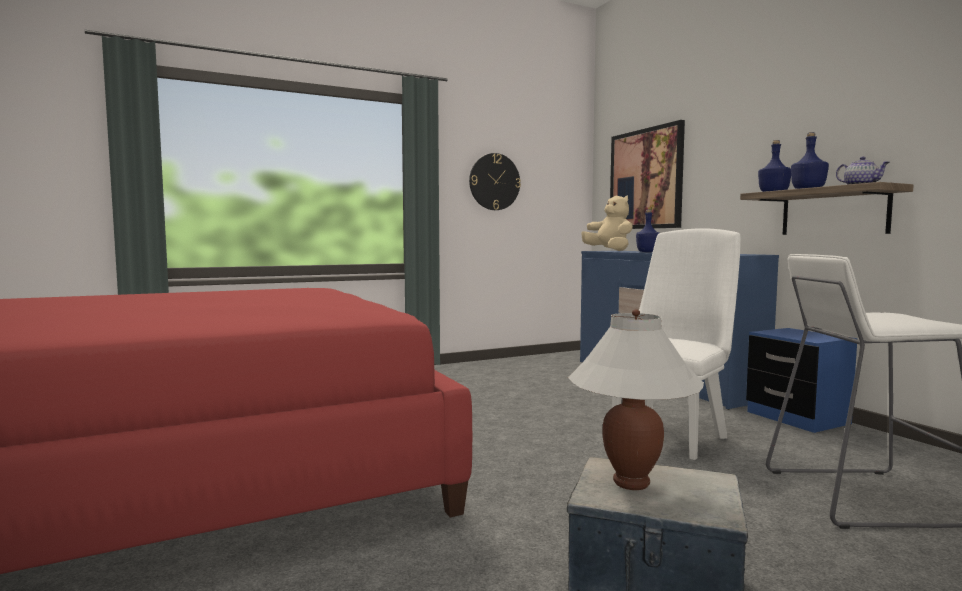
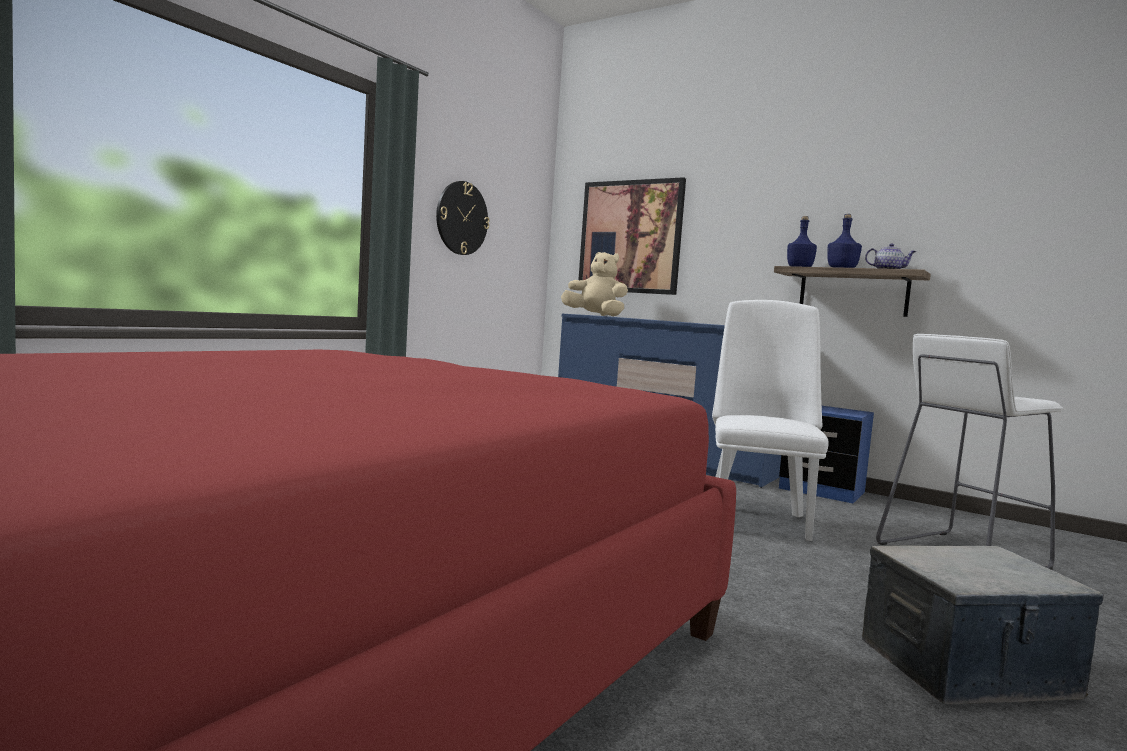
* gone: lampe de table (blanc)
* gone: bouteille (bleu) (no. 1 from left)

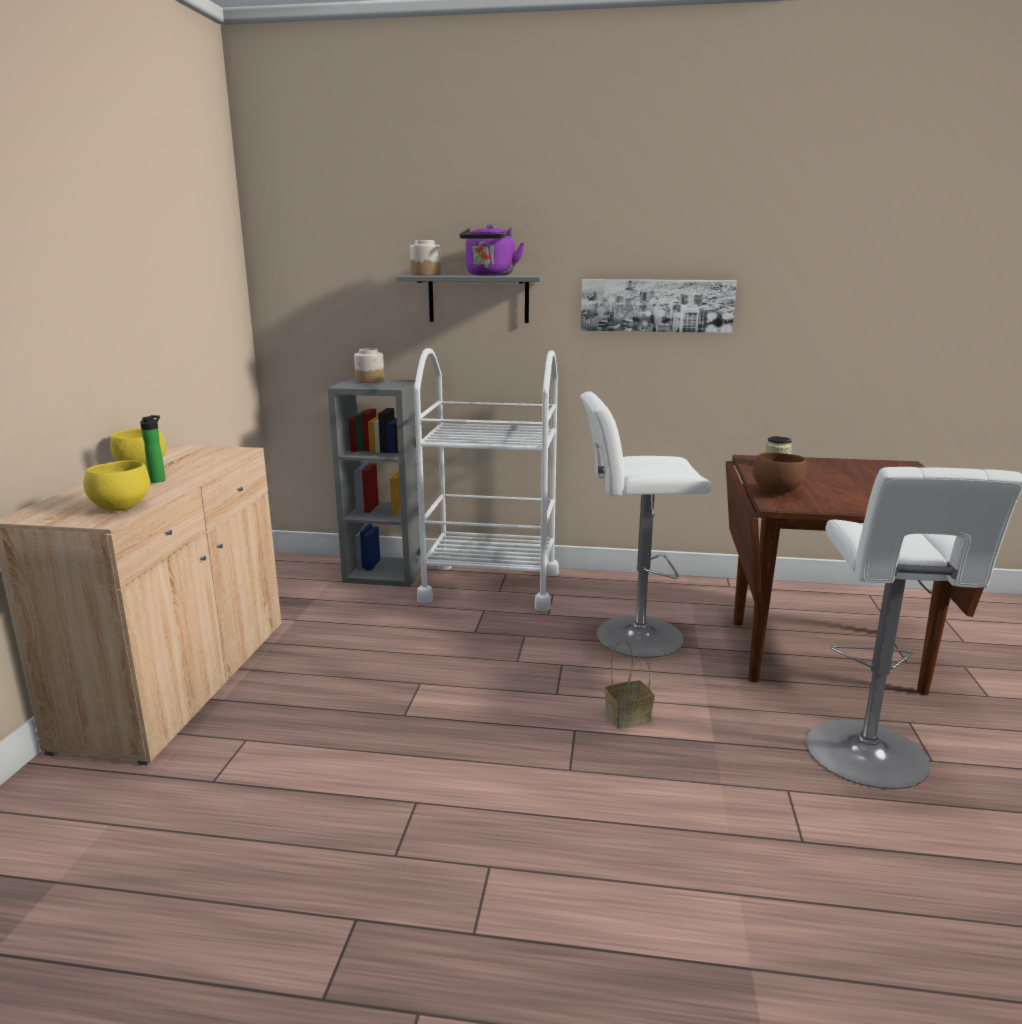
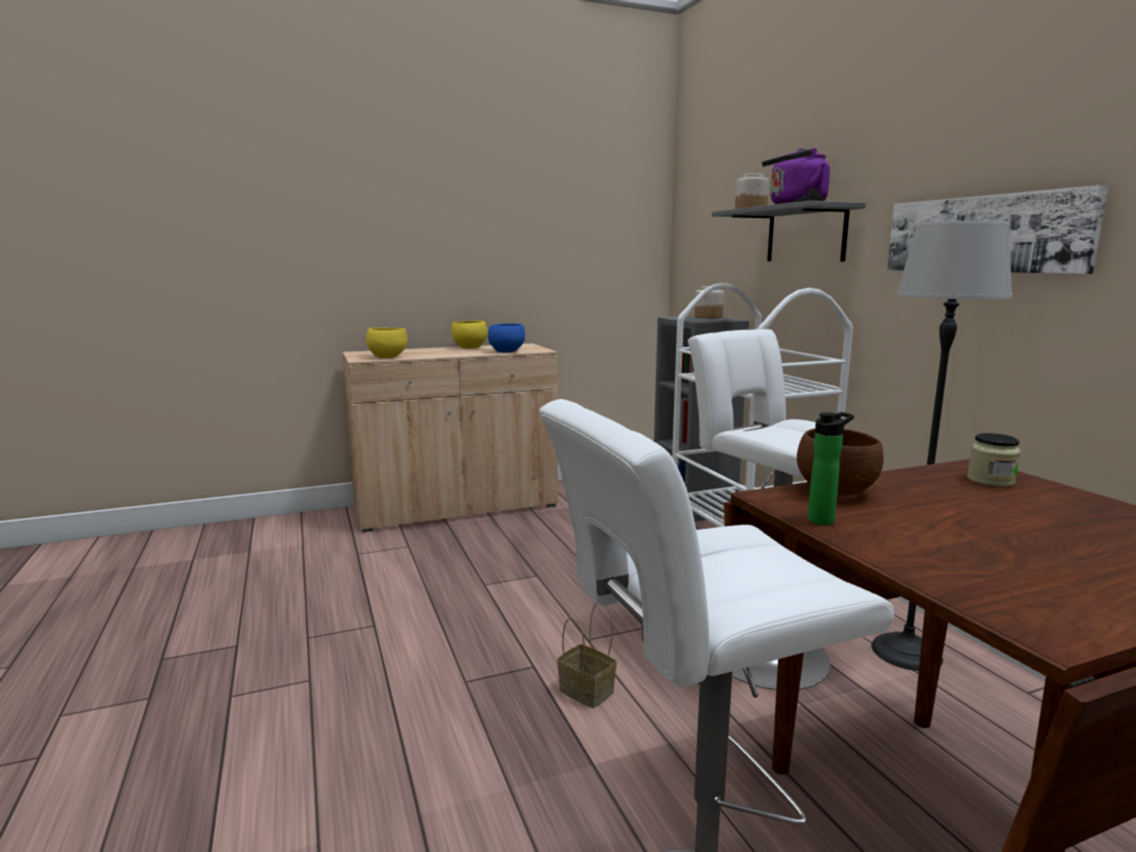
* new: bol (bleu)
* shifted: bouteille
* new: lampadaire

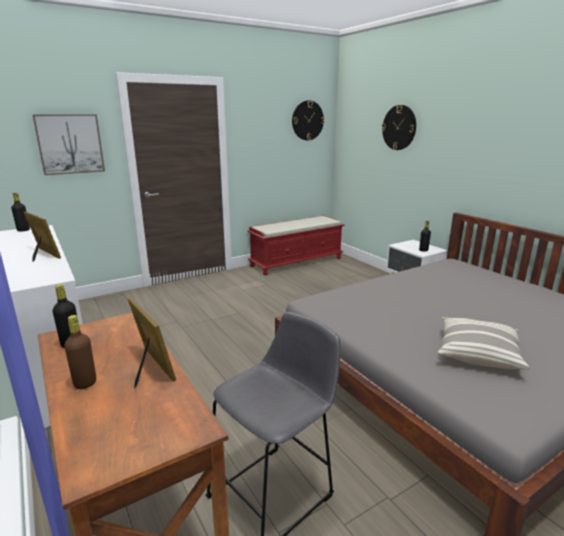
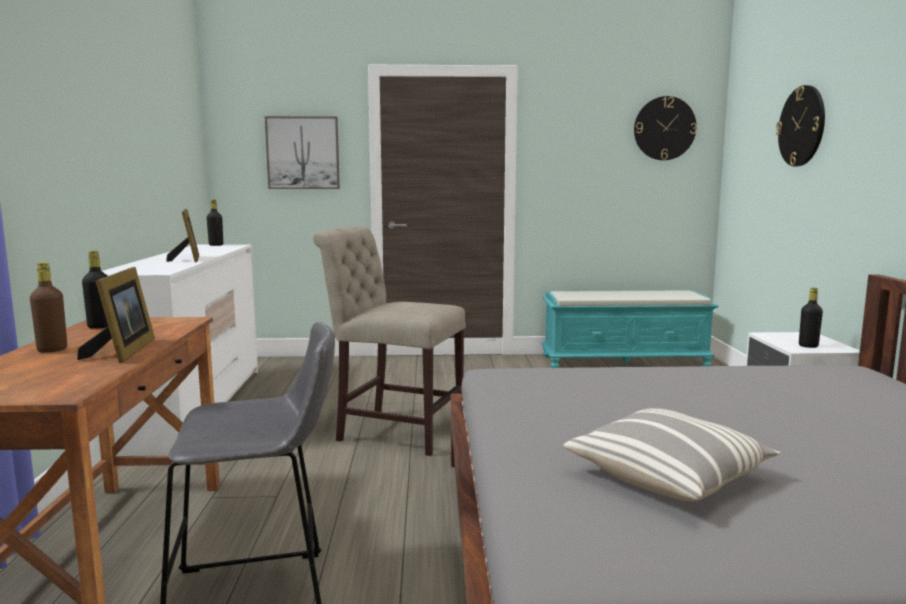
* new: chaise (beige)
* repainted: banc (rouge) to banc (turquoise)

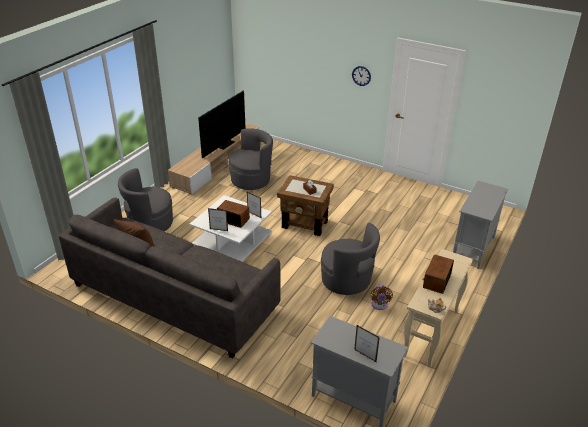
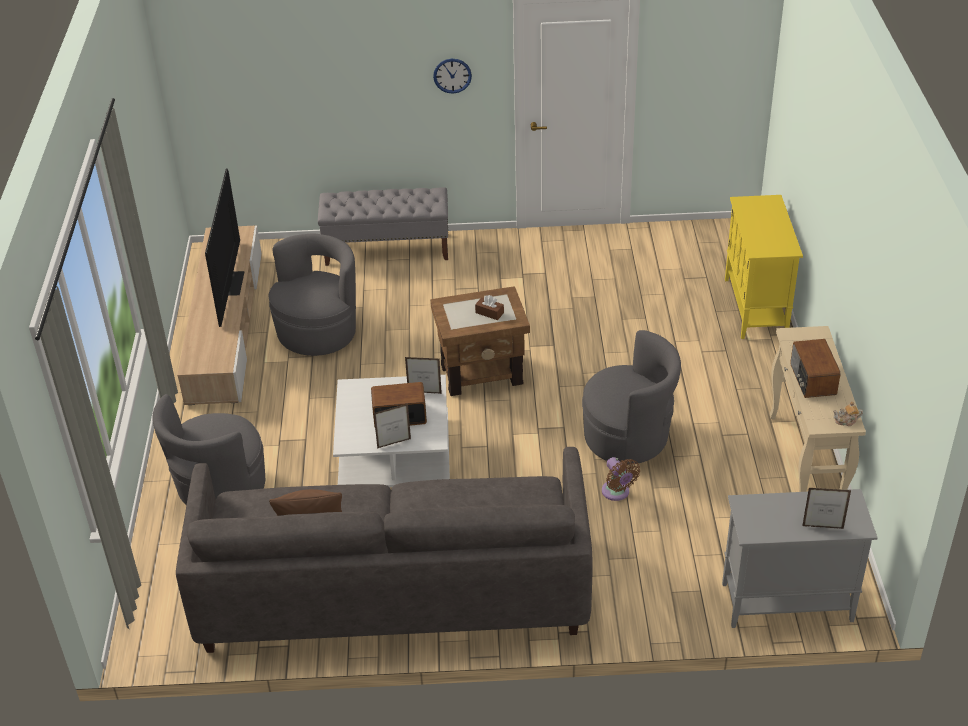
* new: banc (gris)
* shifted: ventilateur (marron)
* repainted: meuble de rangement (gris) (no. 2 from left) to meuble de rangement (jaune)

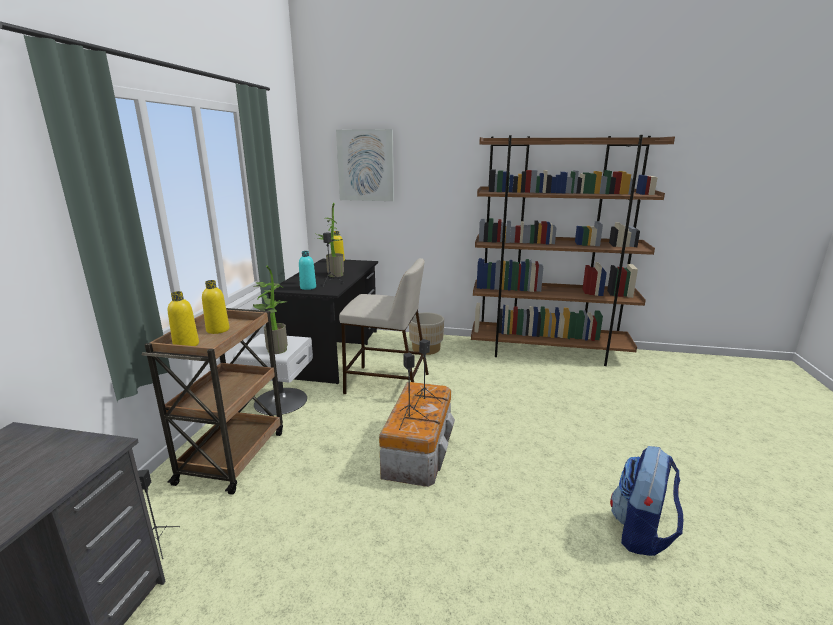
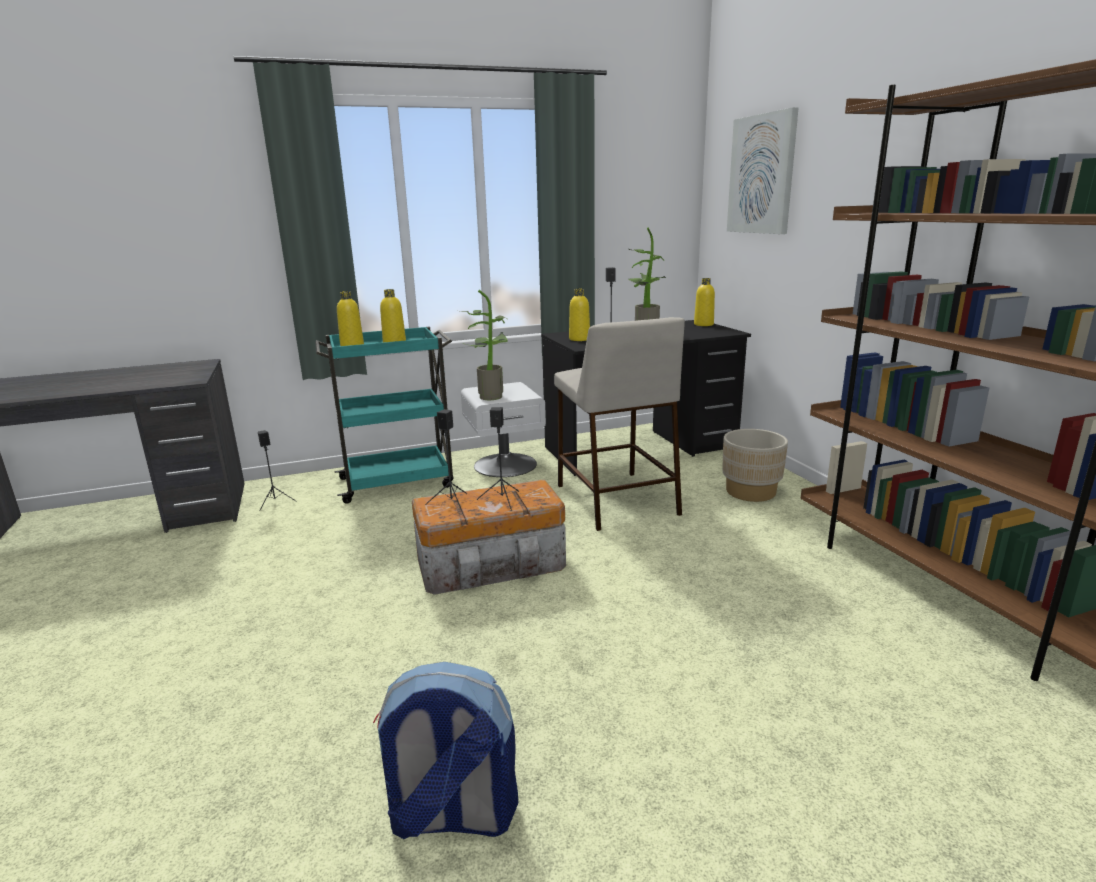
* repainted: chariot (marron) to chariot (turquoise)
* repainted: bouteille (turquoise) to bouteille (jaune) (no. 3 from left)

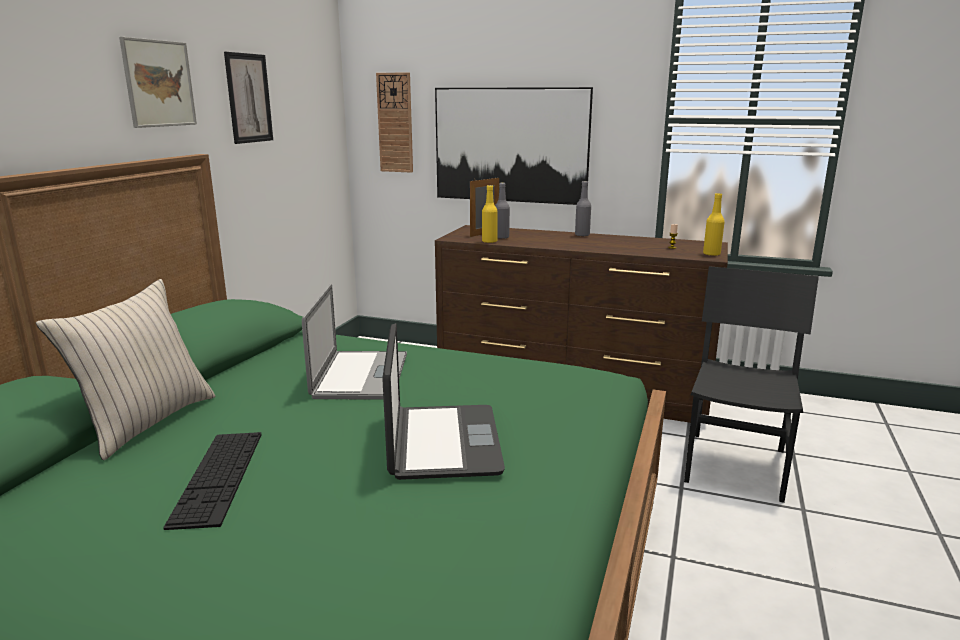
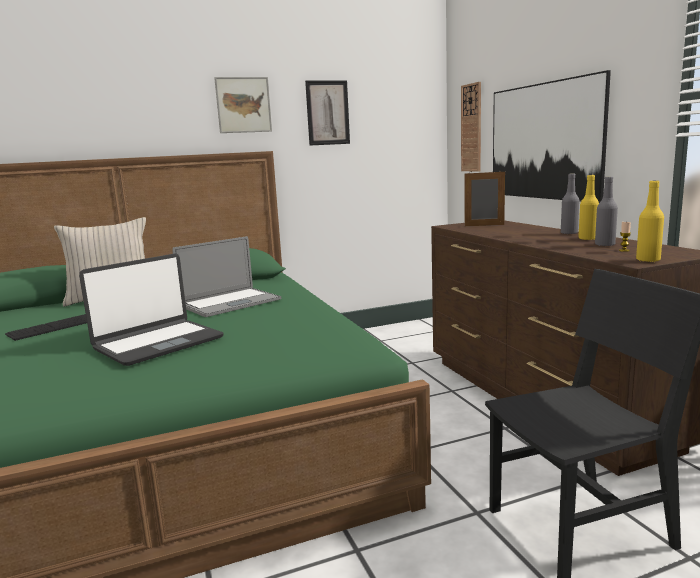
* shifted: bouteille (jaune) (no. 1 from left)
* shifted: bouteille (gris) (no. 1 from left in the first image) to bouteille (gris) (no. 2 from left)

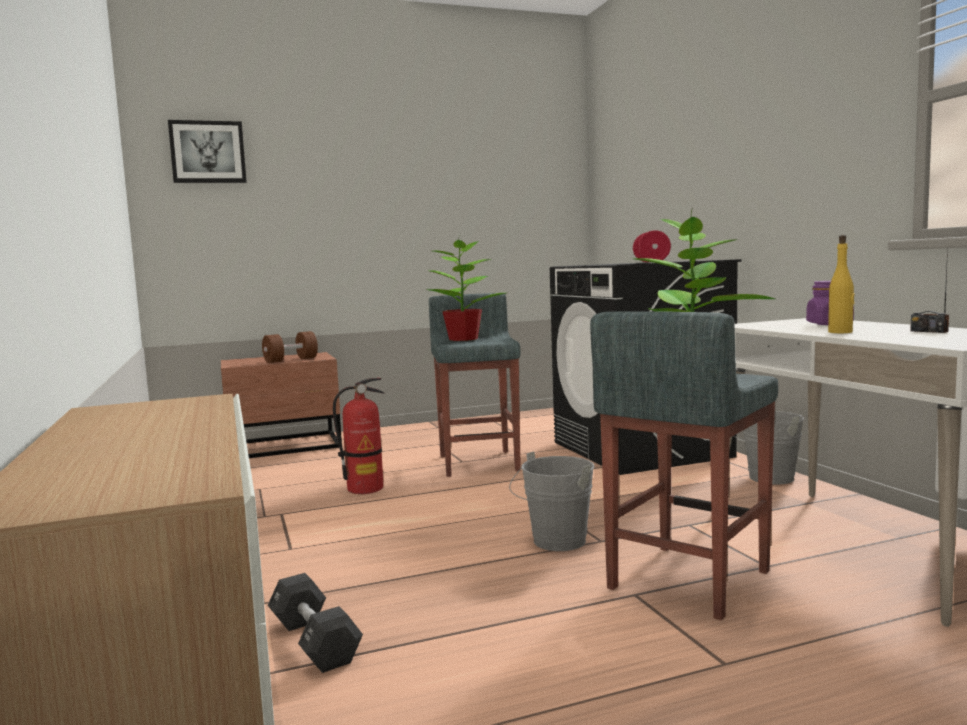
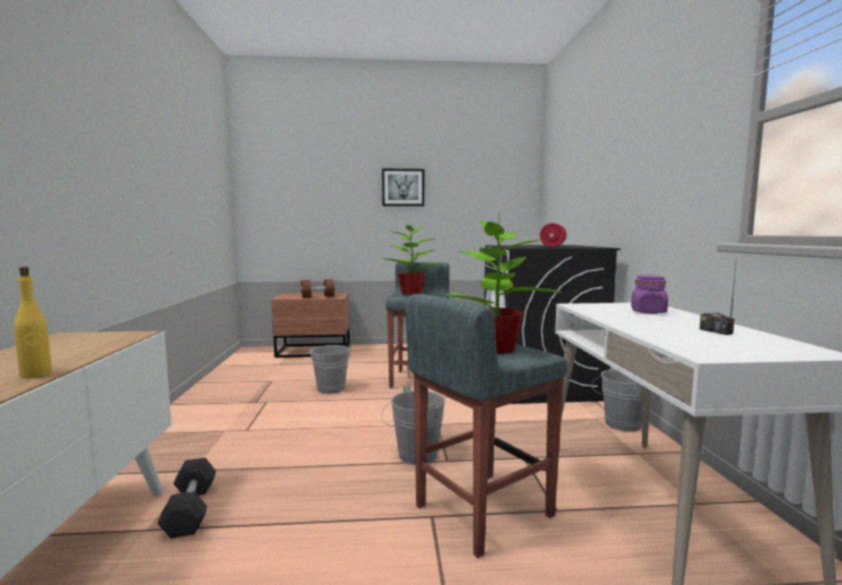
* shifted: bouteille (jaune)
* swapped: extincteur to seau (gris) (no. 1 from left)
* shifted: tableau

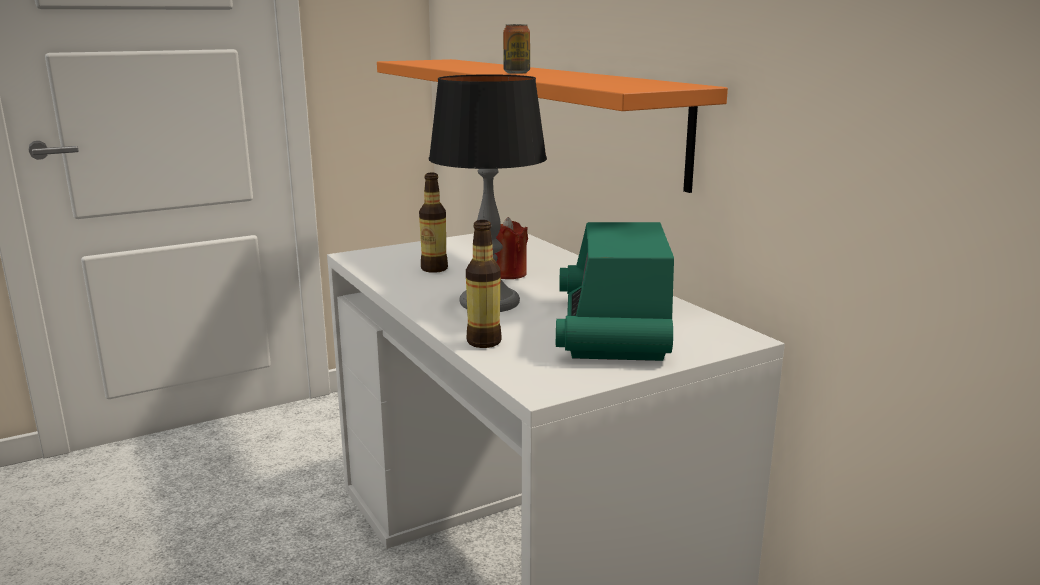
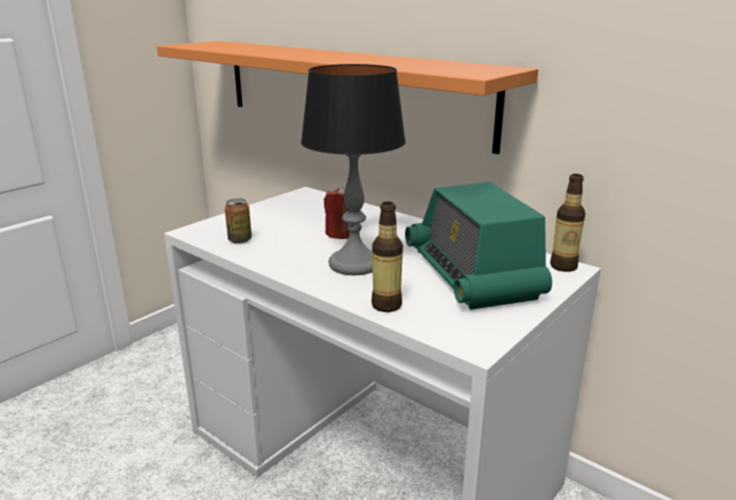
* shifted: boîte métallique
* shifted: bouteille (no. 1 from left in the first image) to bouteille (no. 2 from left)

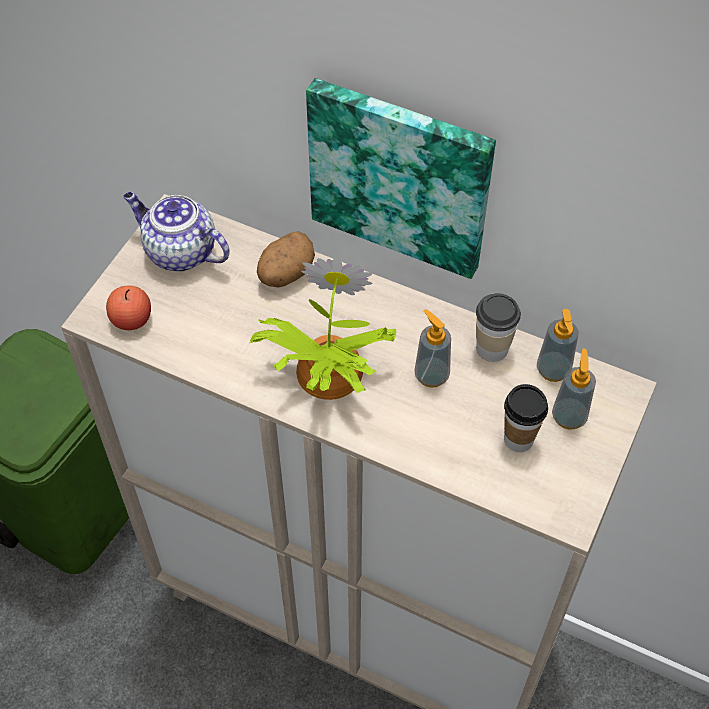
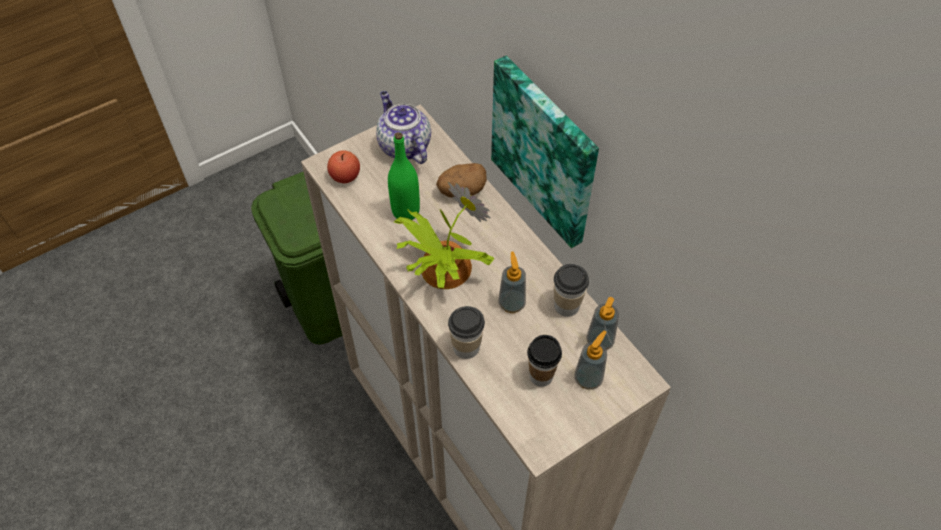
* new: bouteille (vert)
* new: tasse (no. 1 from left)

